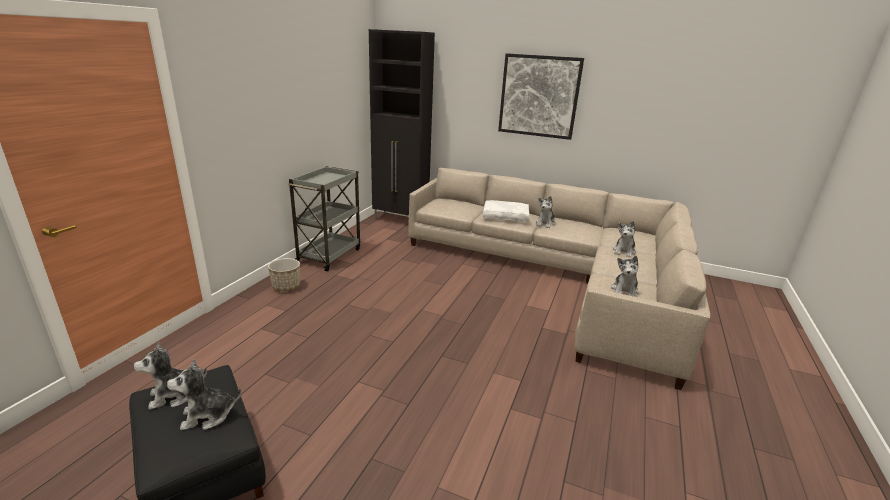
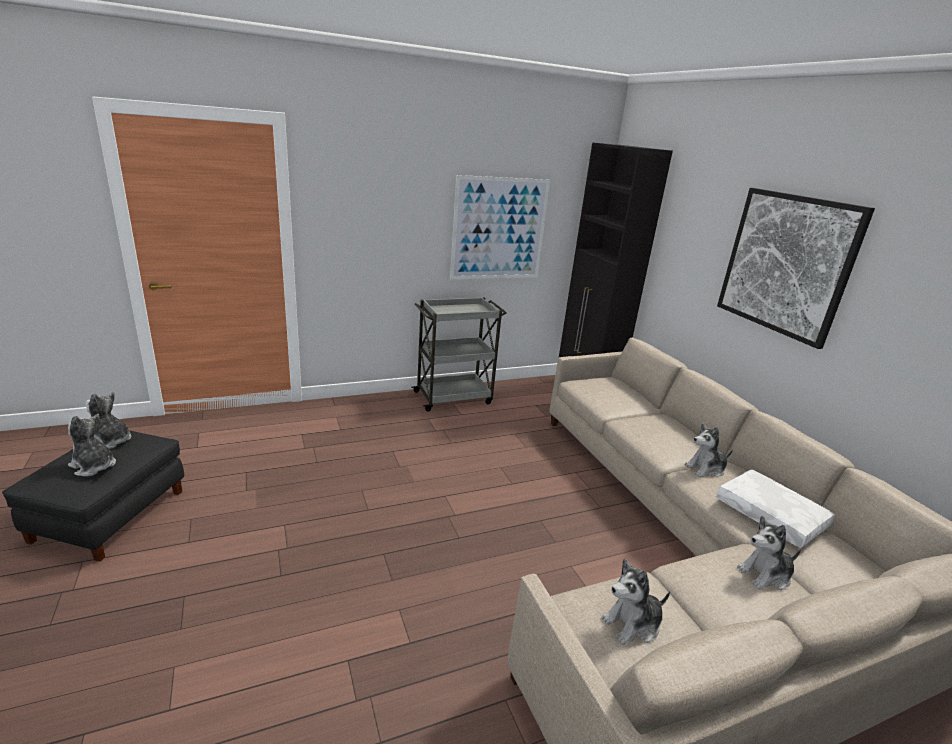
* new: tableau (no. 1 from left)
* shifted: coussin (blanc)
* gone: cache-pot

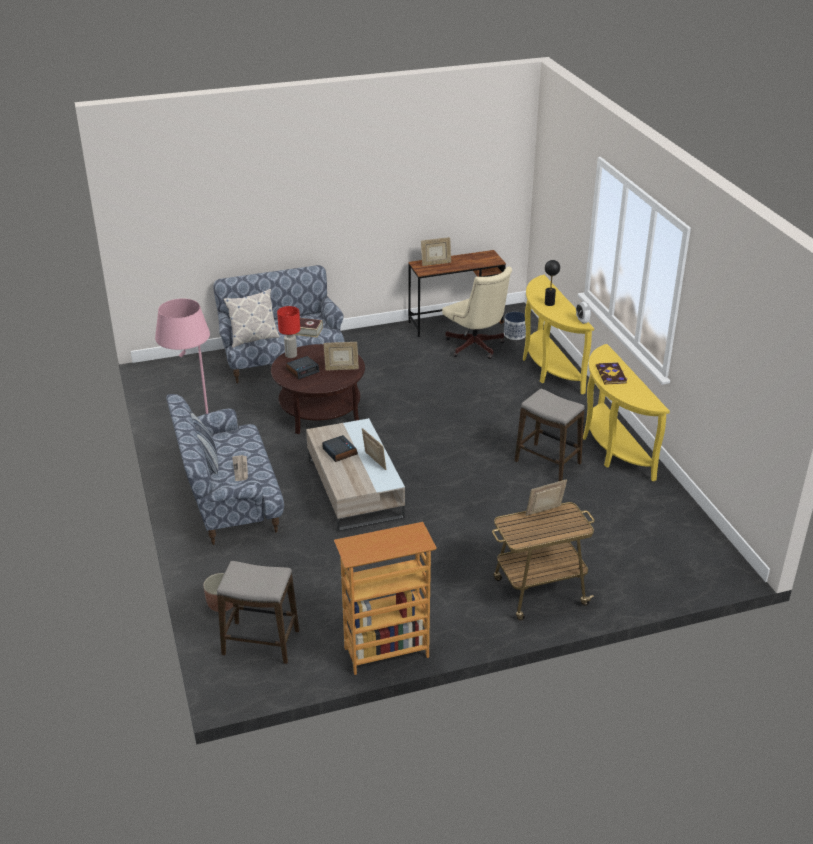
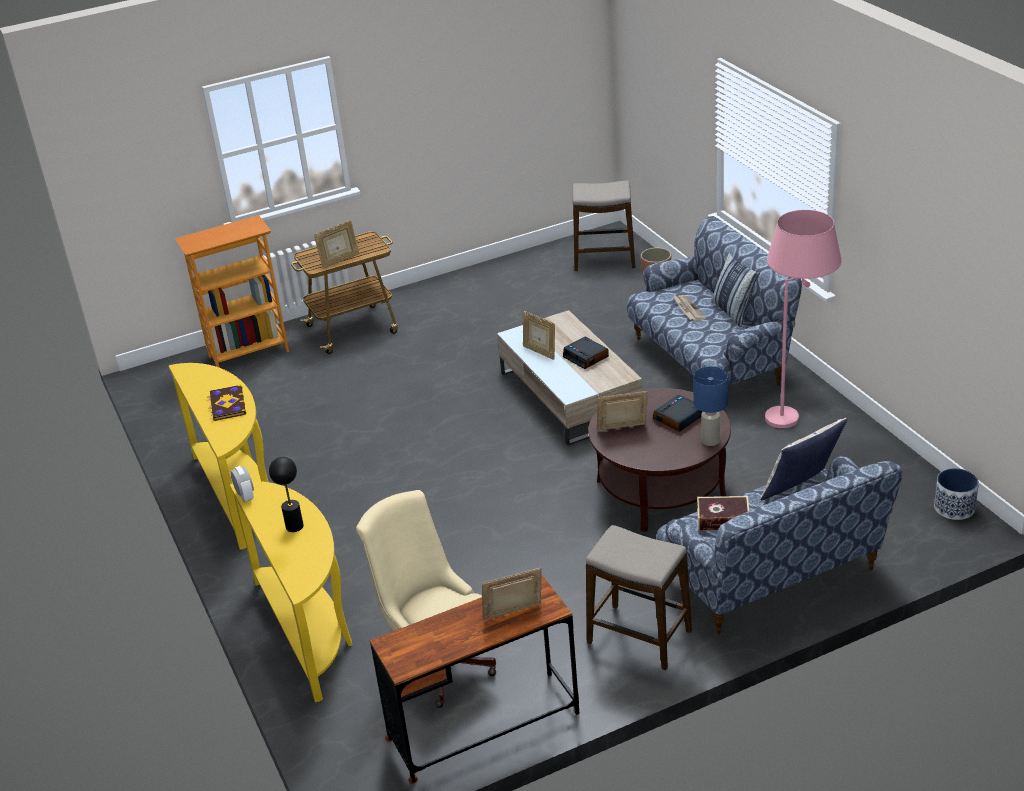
* shifted: bibliothèque
* shifted: tabouret (no. 2 from left)
* repainted: lampe de table (rouge) to lampe de table (bleu)
* shifted: cache-pot (no. 2 from left)

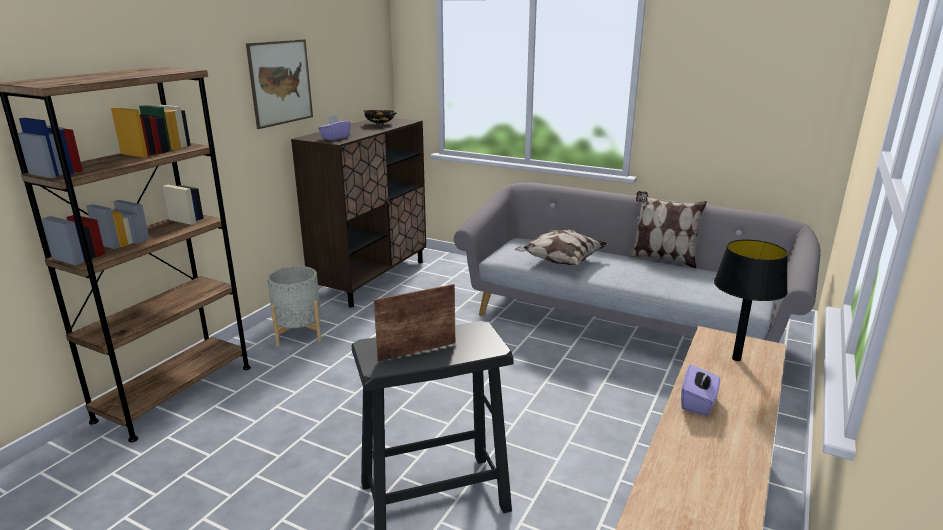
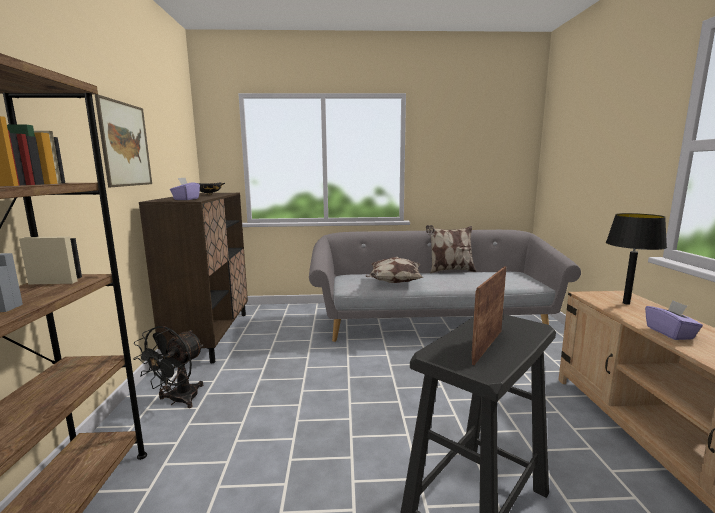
* swapped: cache-pot (gris) to ventilateur (noir)

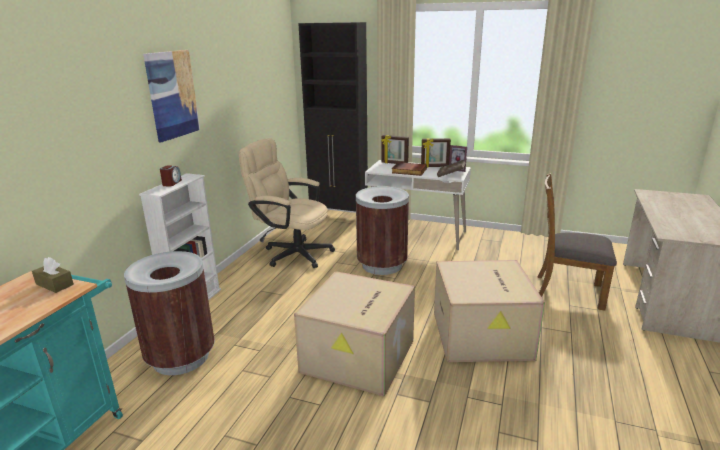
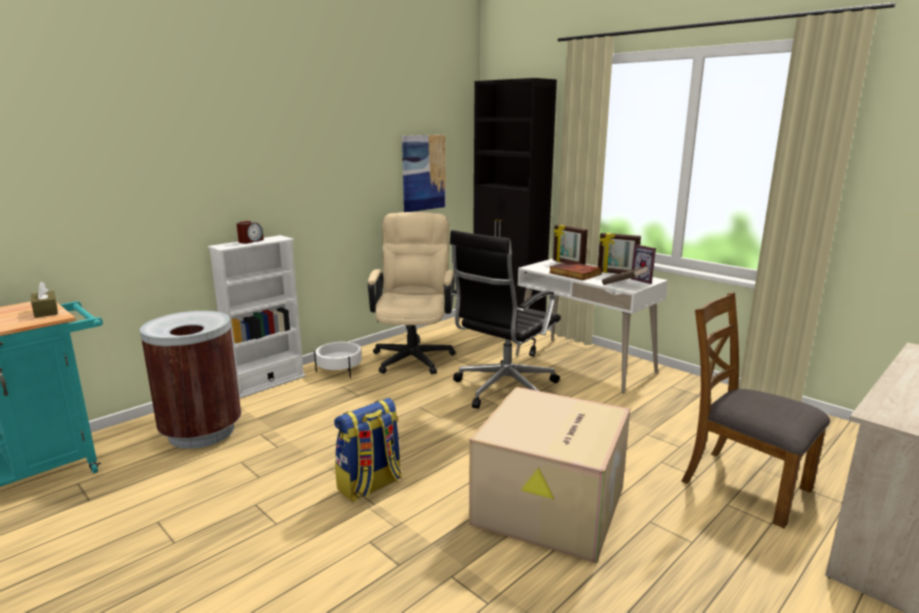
* new: cache-pot (blanc)
* swapped: carton (no. 1 from left) to sac à dos
* rotated: chaise de bureau (beige) 45 degrees clockwise
* shifted: tableau
* swapped: poubelle (marron) (no. 2 from left) to chaise de bureau (noir)

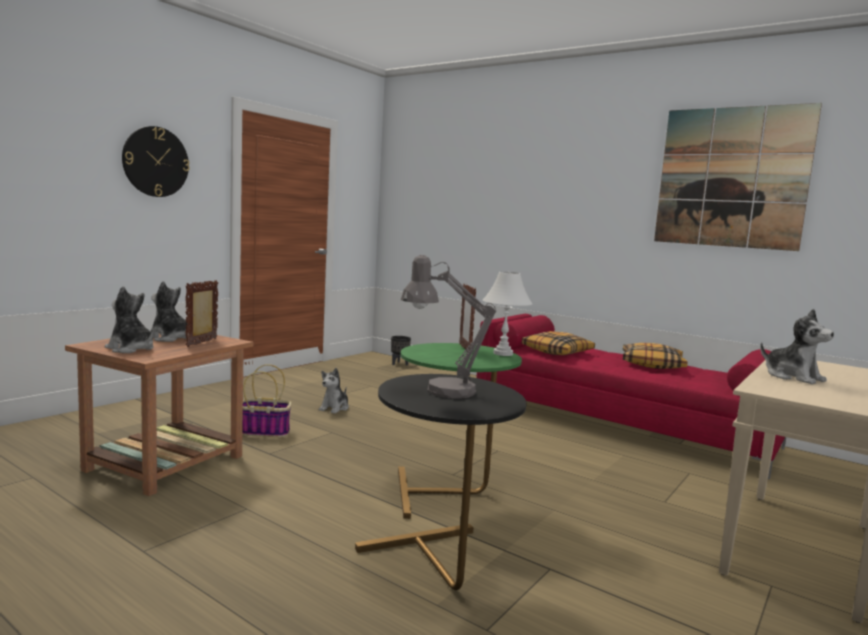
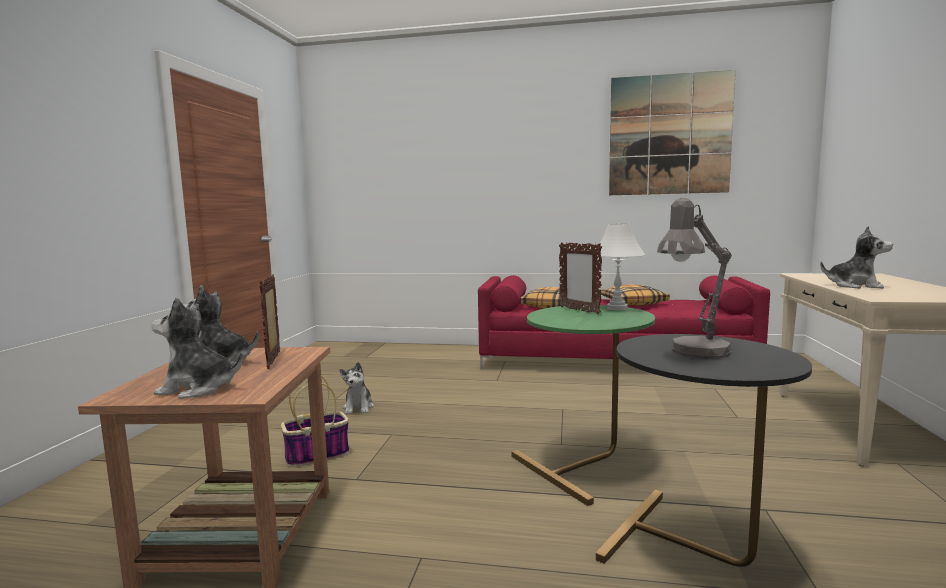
* gone: horloge murale
* gone: cache-pot (noir)

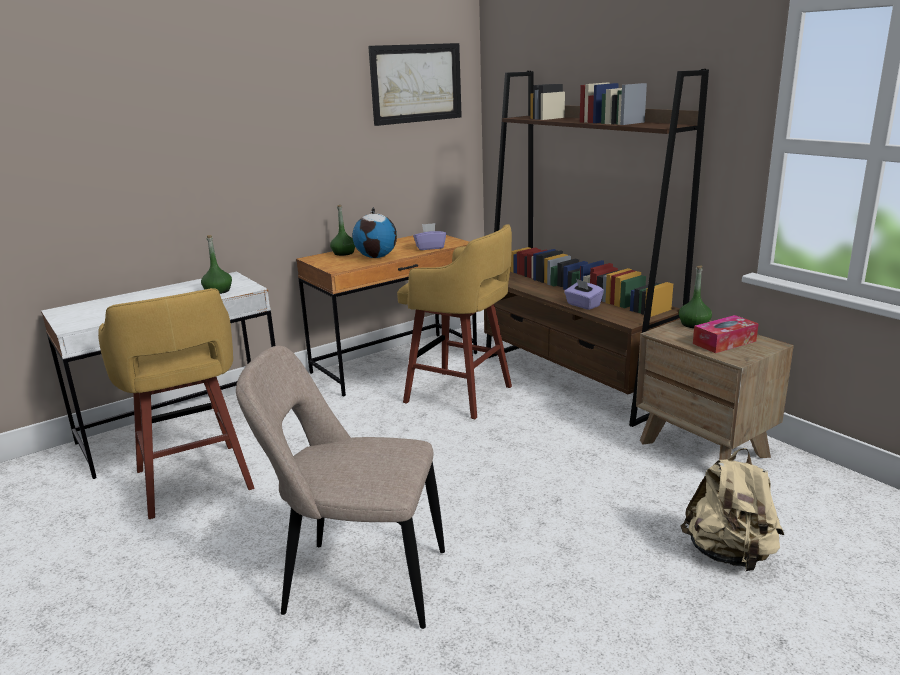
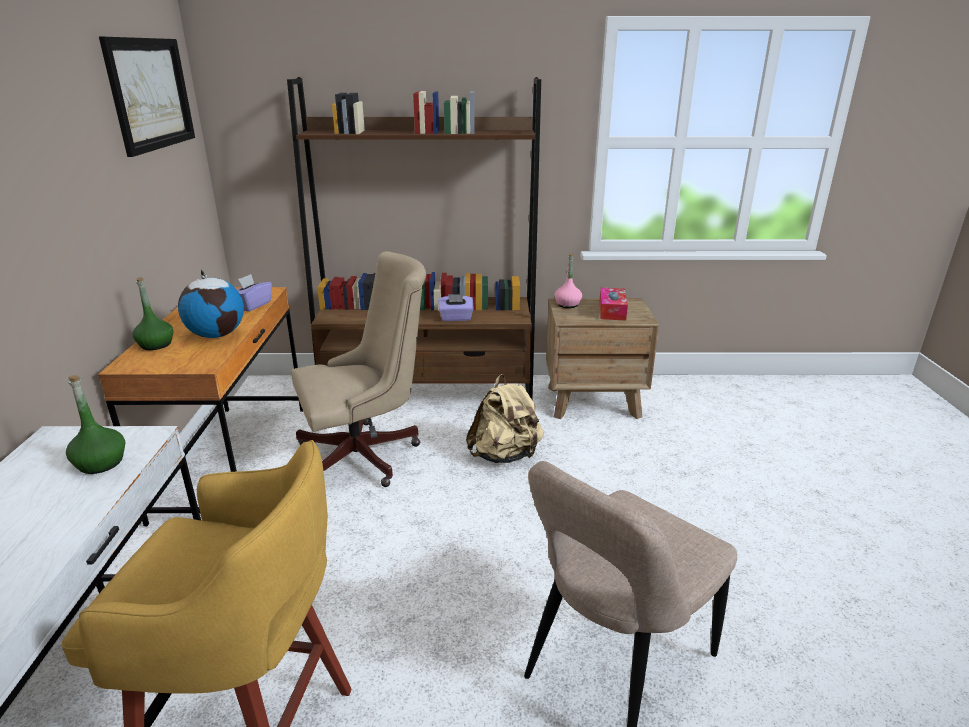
* swapped: tabouret (jaune) (no. 2 from left) to chaise de bureau (beige)
* shifted: sac à dos (beige)
* repainted: bouteille (vert) (no. 3 from left) to bouteille (rose)

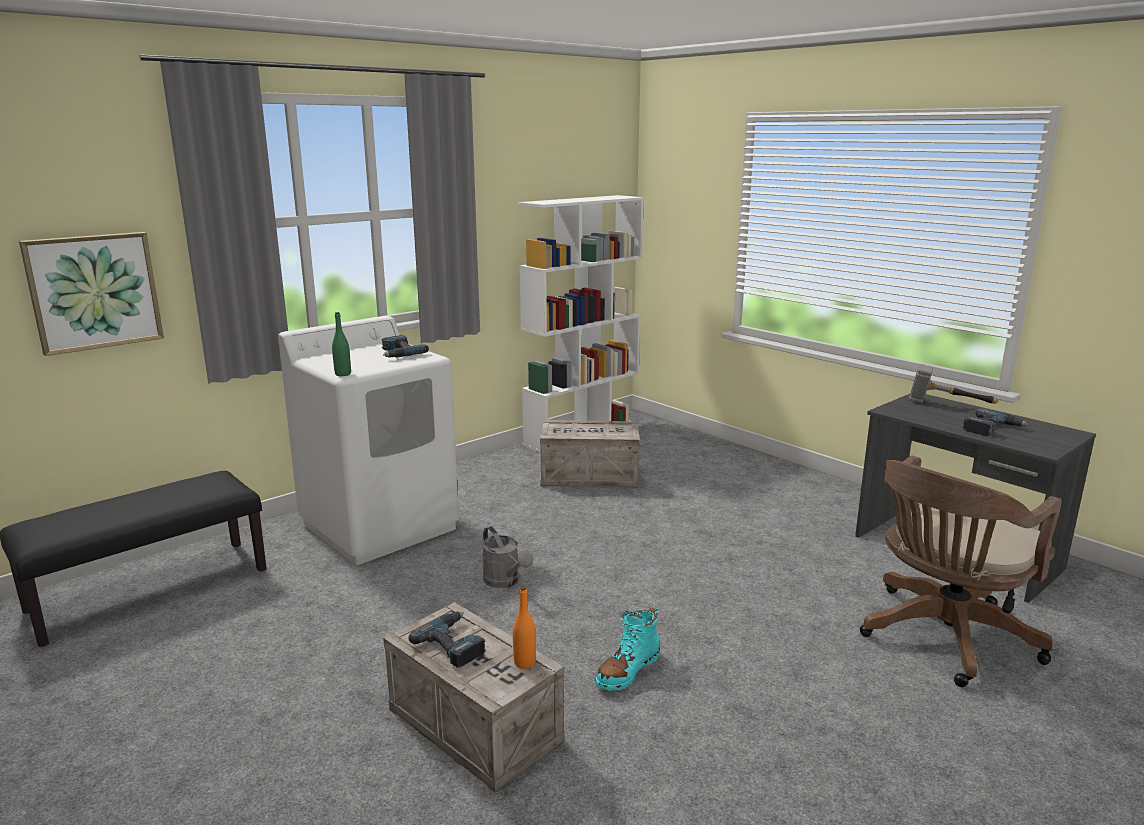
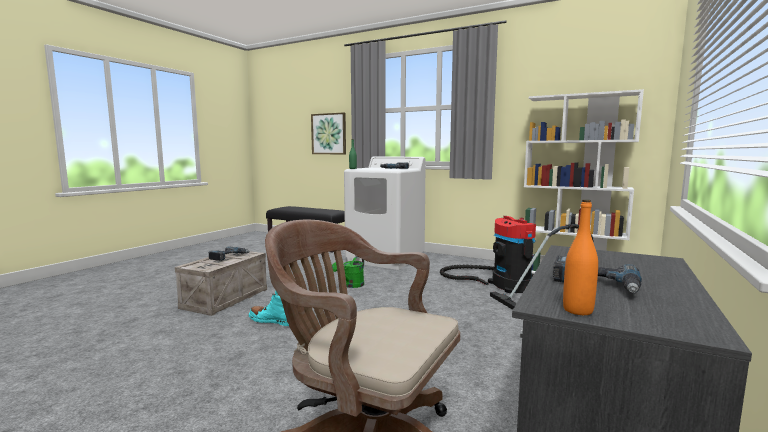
* repainted: arrosoir (gris) to arrosoir (vert)
* swapped: caisse (no. 2 from left) to aspirateur
* shifted: bouteille (orange)
* gone: marteau

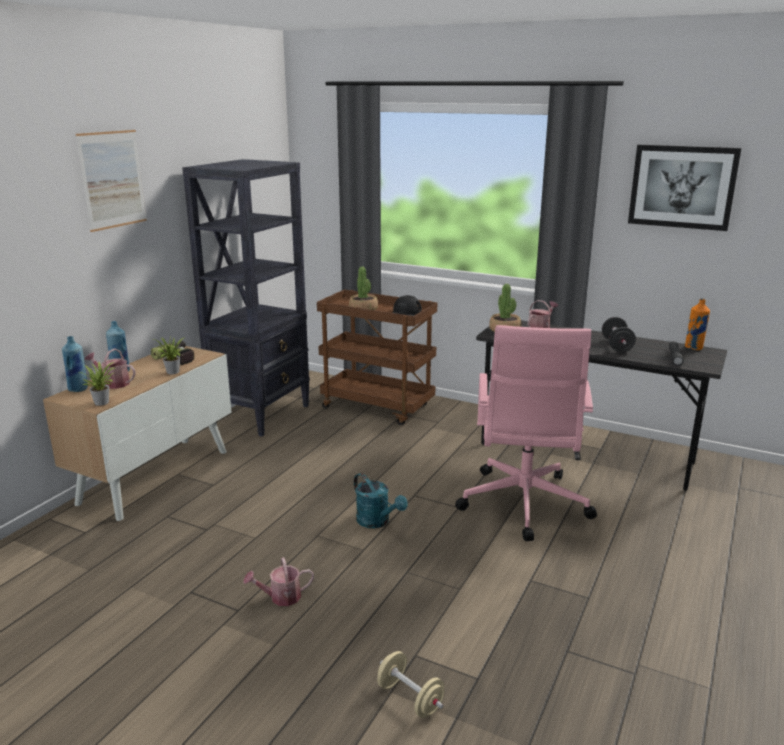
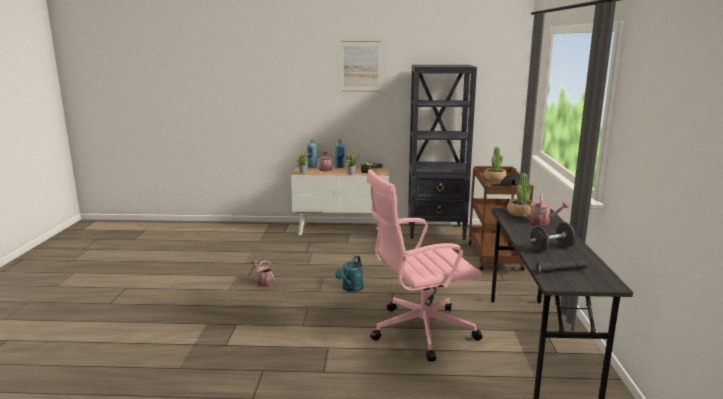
* gone: haltère (beige)
* gone: tableau (no. 2 from left)
* gone: bouteille (orange)

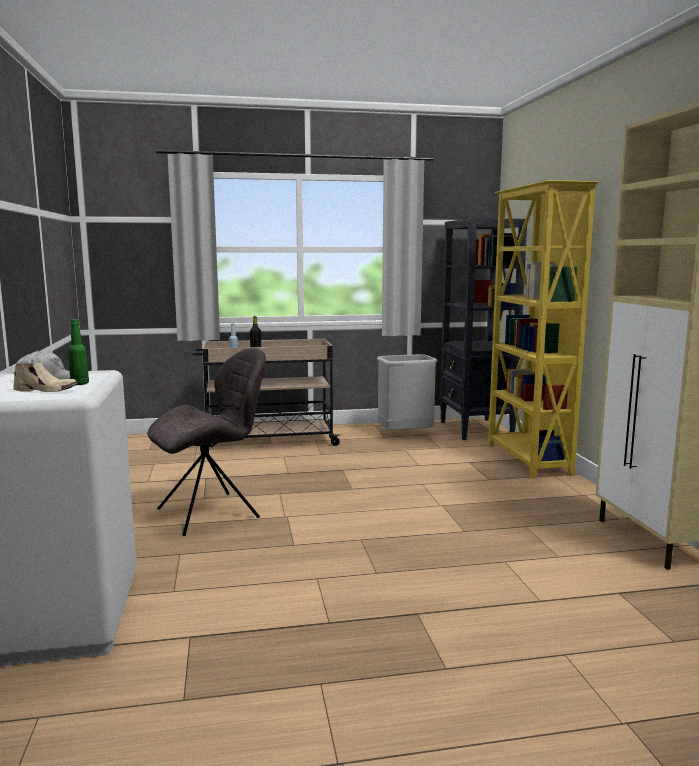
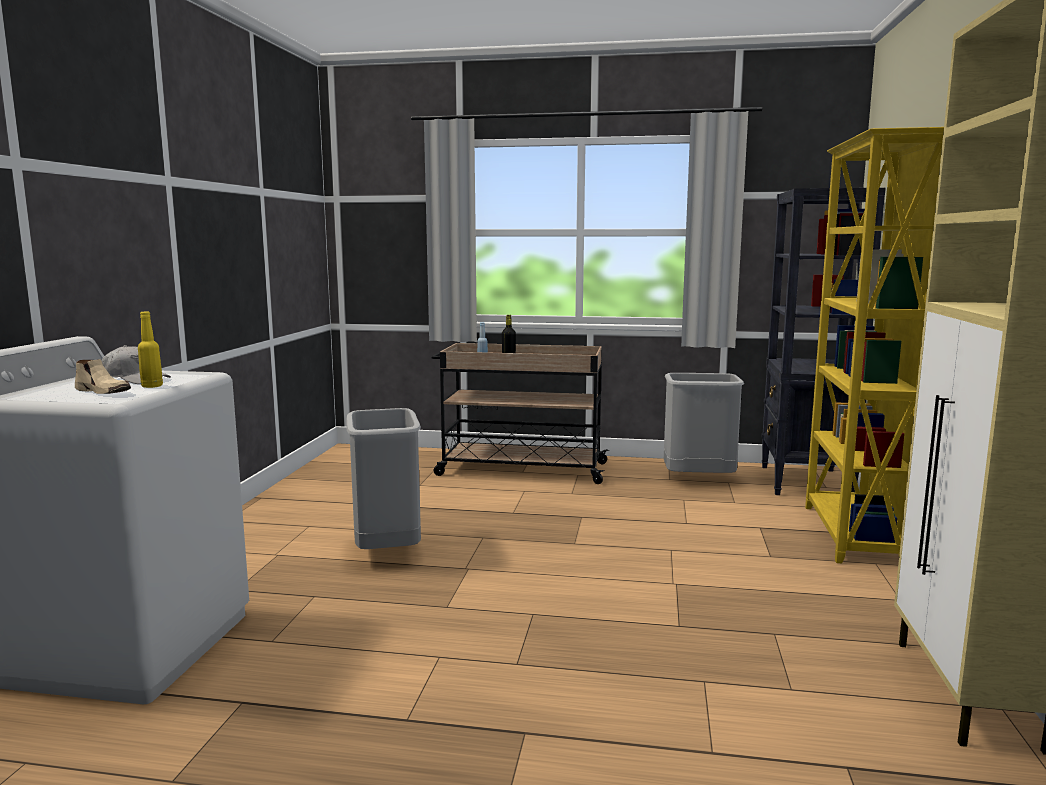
* repainted: bouteille (vert) to bouteille (jaune)
* swapped: chaise (gris) to poubelle (gris) (no. 1 from left)

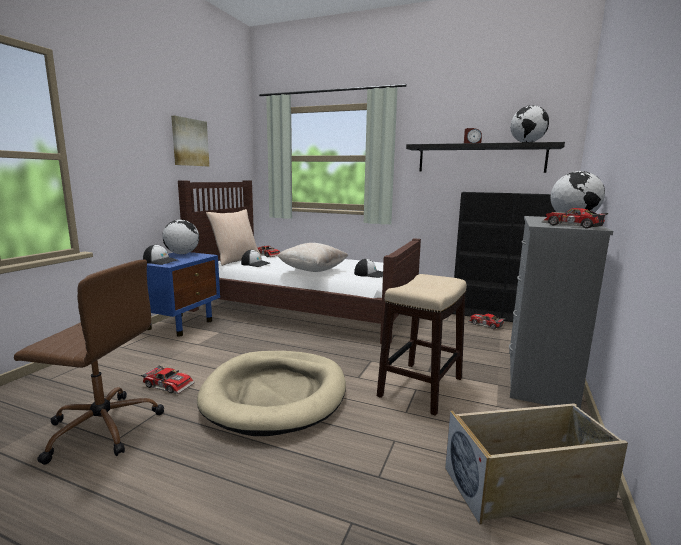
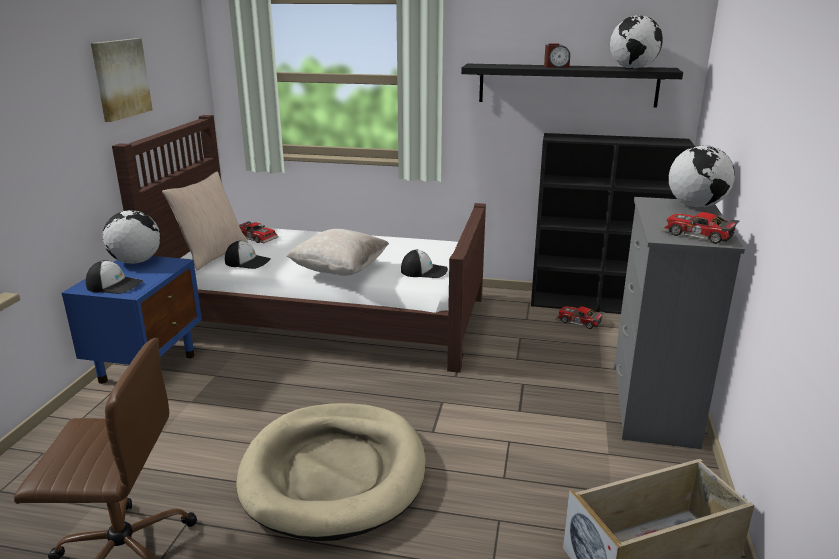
* gone: petite voiture (no. 1 from left)
* gone: tabouret

